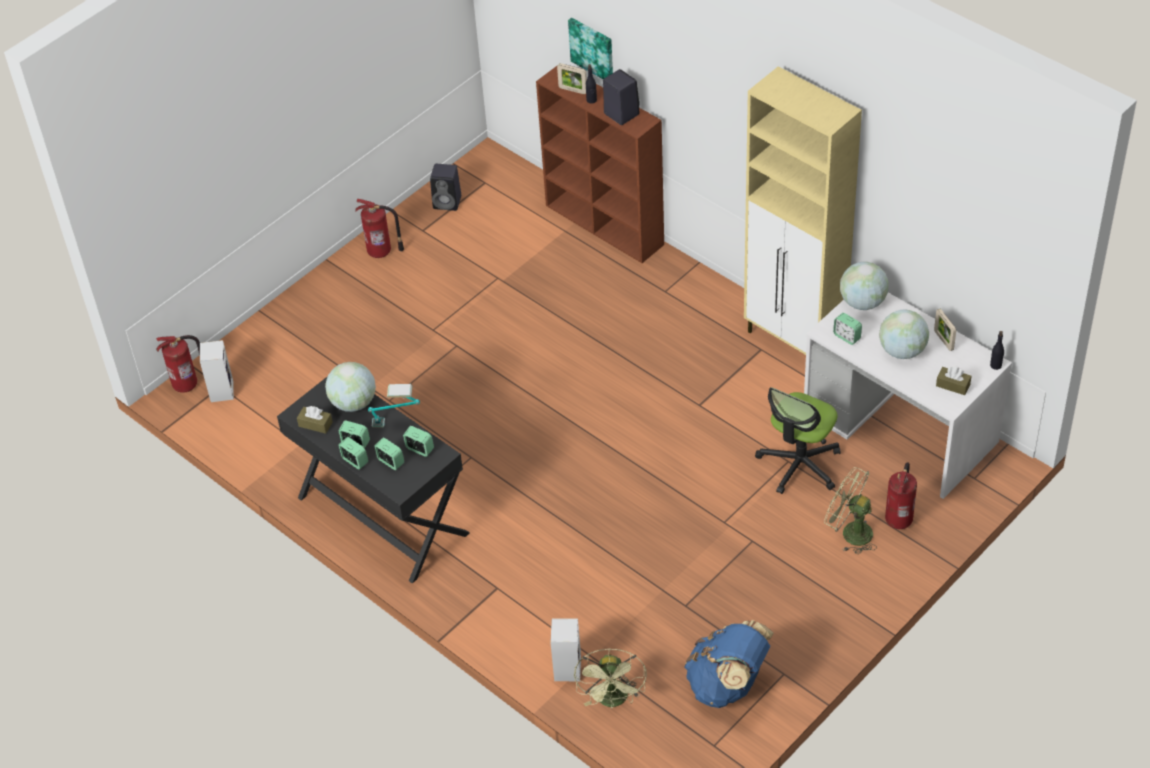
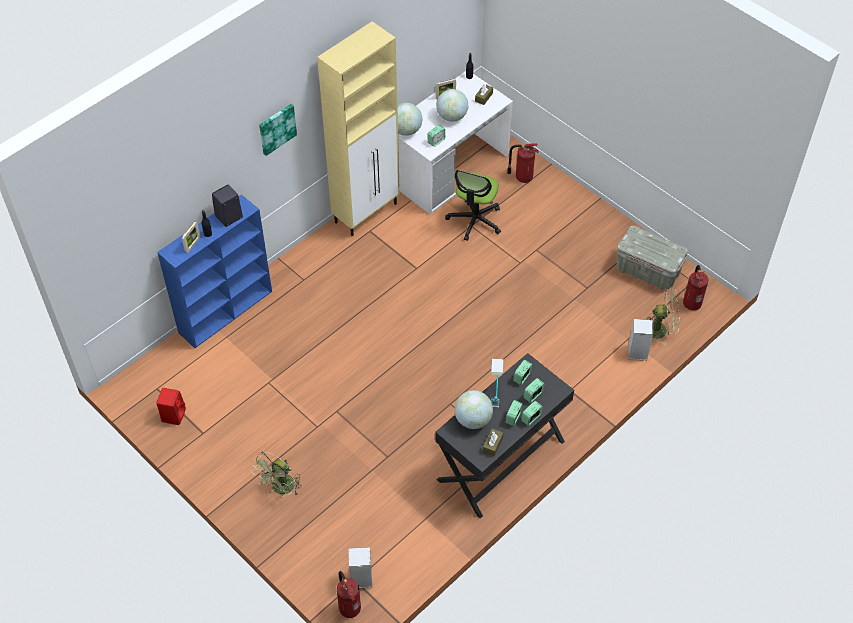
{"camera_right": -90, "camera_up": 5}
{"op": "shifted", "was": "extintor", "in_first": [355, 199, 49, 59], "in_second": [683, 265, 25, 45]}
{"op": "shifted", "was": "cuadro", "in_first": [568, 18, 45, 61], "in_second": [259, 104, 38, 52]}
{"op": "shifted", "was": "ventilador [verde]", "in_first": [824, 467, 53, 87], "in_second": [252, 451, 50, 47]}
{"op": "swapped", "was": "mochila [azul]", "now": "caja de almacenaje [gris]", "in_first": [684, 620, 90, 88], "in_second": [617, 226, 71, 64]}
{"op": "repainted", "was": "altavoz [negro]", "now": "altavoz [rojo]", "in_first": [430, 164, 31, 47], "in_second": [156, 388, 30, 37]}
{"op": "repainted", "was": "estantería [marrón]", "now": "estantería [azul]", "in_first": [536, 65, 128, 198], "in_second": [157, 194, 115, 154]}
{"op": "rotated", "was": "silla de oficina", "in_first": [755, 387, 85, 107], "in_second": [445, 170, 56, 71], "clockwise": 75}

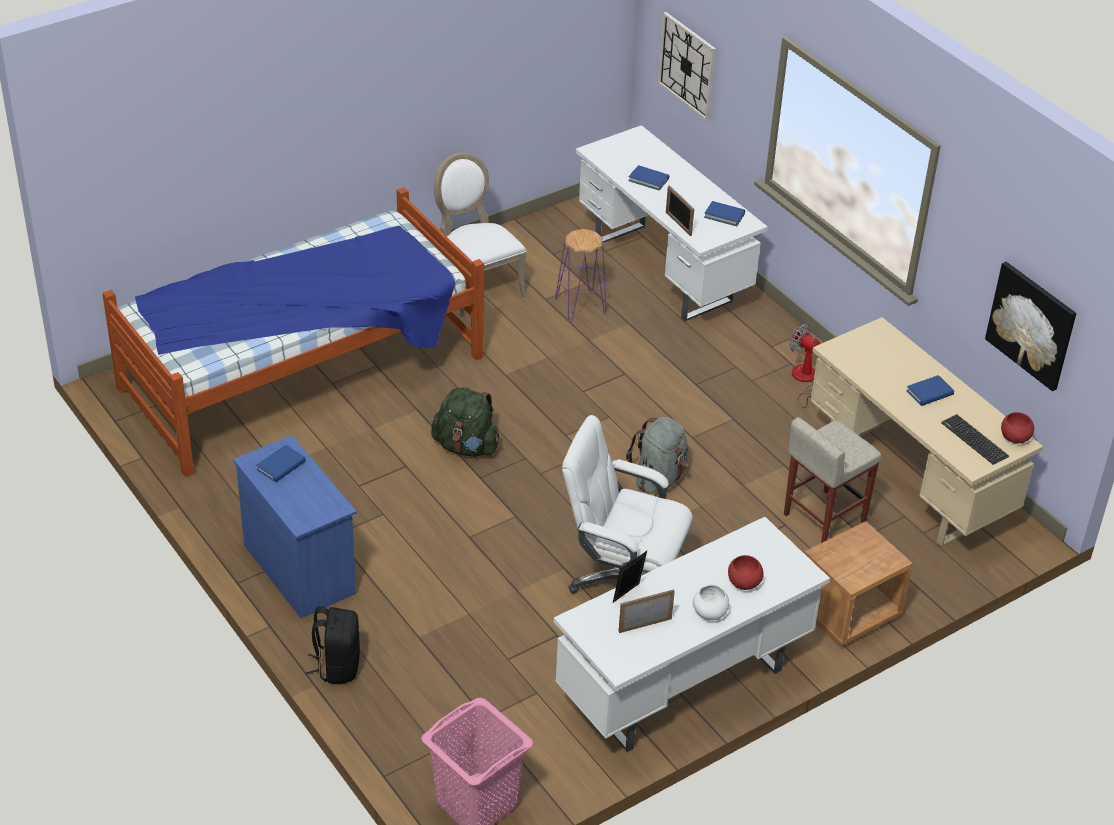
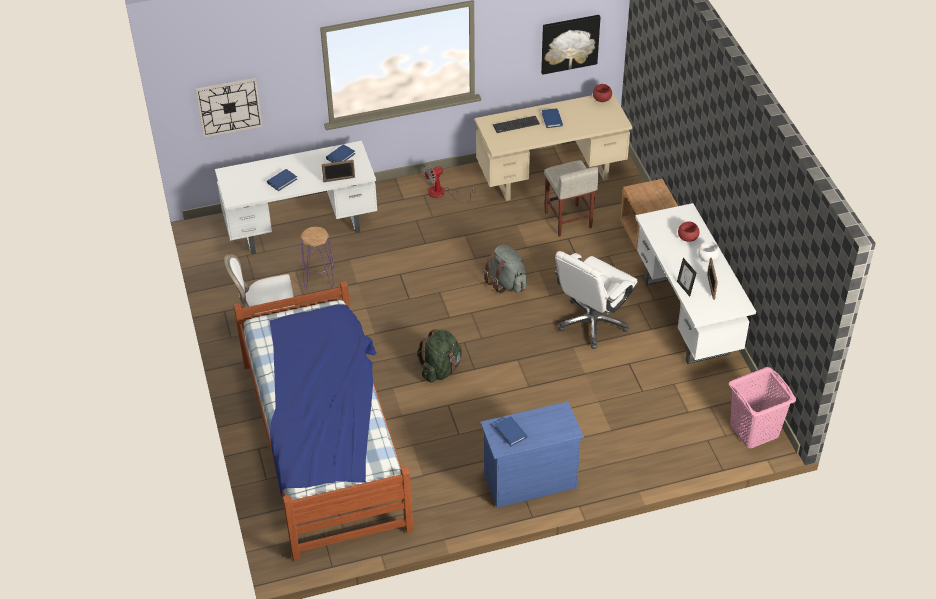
{"camera_right": -70, "camera_up": 5}
{"op": "gone", "was": "mochila [negro]", "in_first": [306, 606, 54, 78]}
{"op": "shifted", "was": "teclado", "in_first": [941, 414, 68, 51], "in_second": [493, 116, 47, 17]}

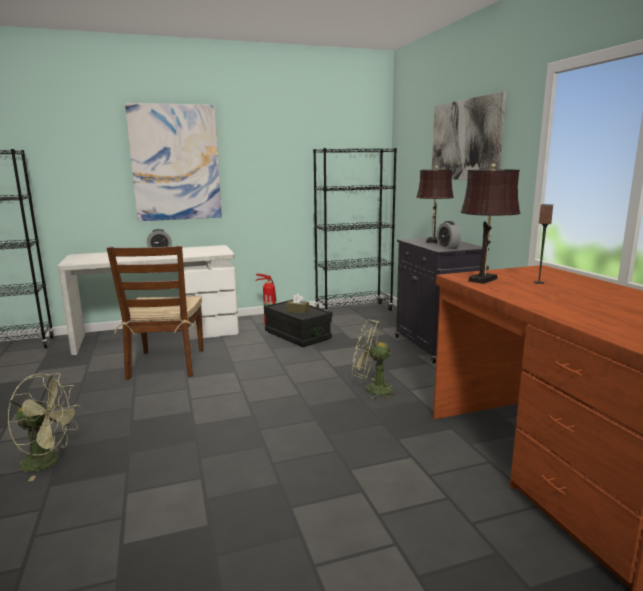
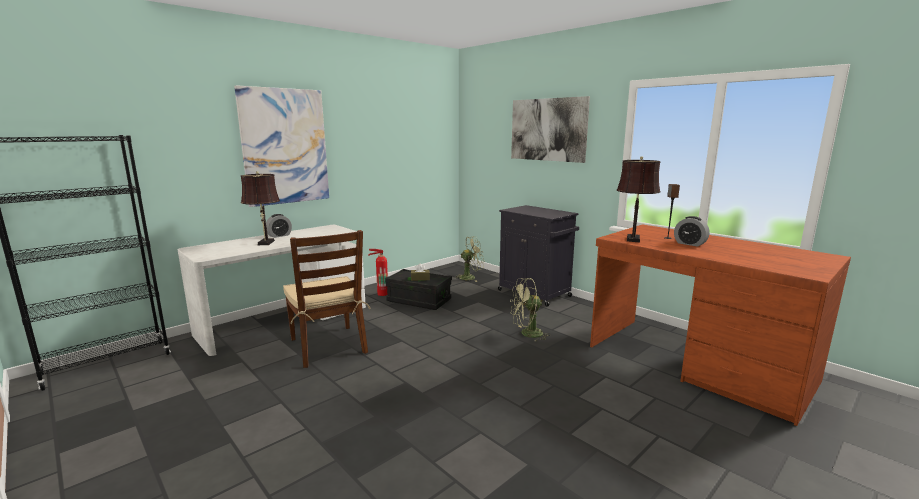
{"camera_right": -25, "camera_up": 0}
{"op": "gone", "was": "estantería [negro]", "in_first": [313, 148, 84, 163]}
{"op": "shifted", "was": "ventilador [verde]", "in_first": [7, 373, 73, 108], "in_second": [455, 236, 29, 46]}
{"op": "shifted", "was": "lámpara de mesa [marrón]", "in_first": [416, 166, 38, 77], "in_second": [241, 171, 39, 74]}
{"op": "shifted", "was": "despertador", "in_first": [437, 221, 24, 28], "in_second": [674, 216, 35, 31]}

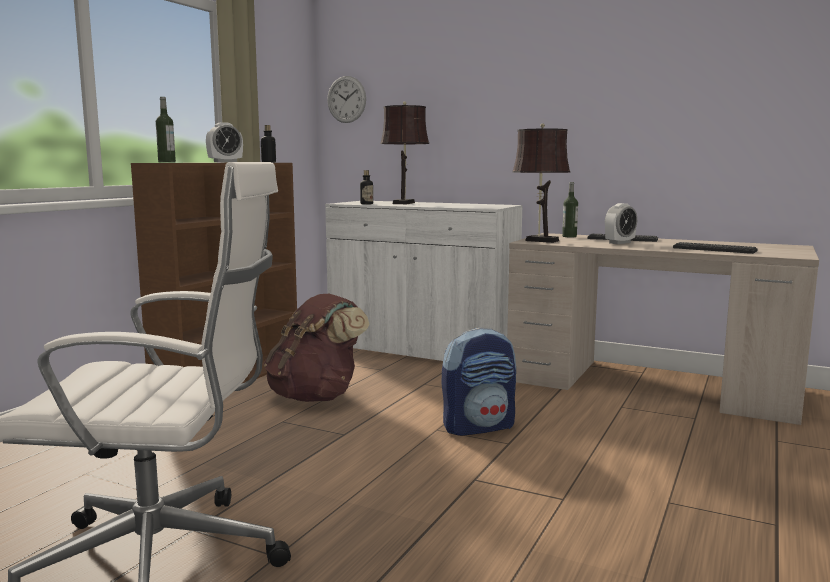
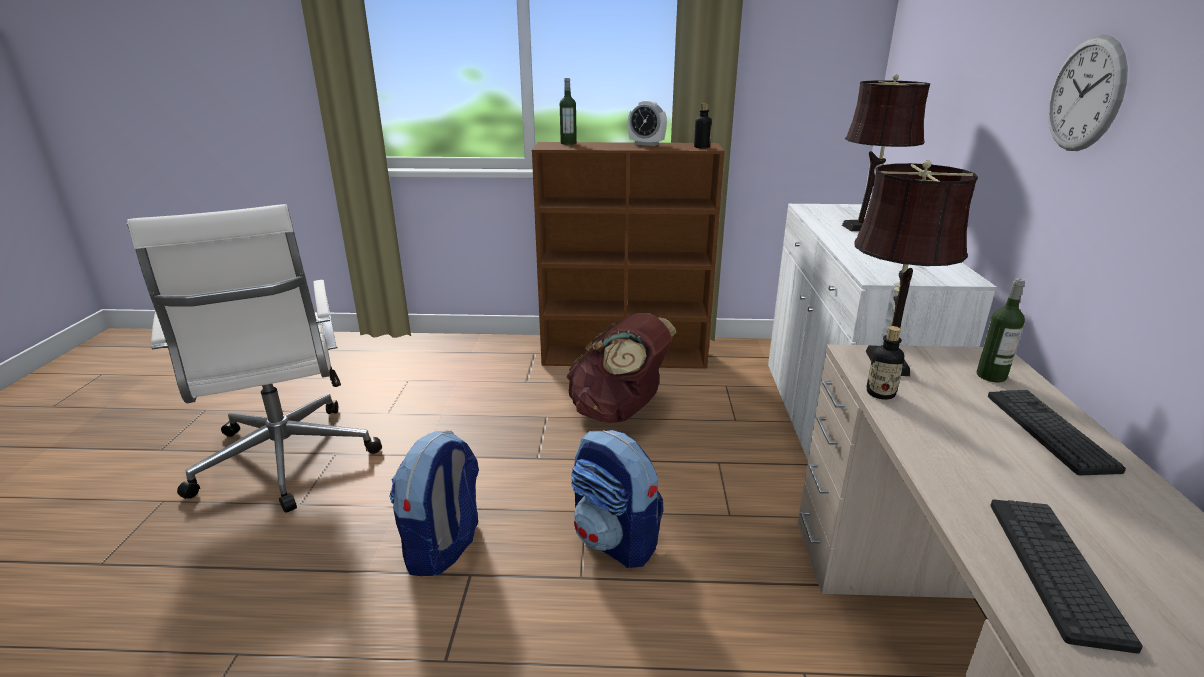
{"camera_right": 65, "camera_up": 15}
{"op": "gone", "was": "despertador", "in_first": [605, 203, 32, 41]}
{"op": "new", "now": "mochila", "in_second": [389, 431, 90, 145]}
{"op": "shifted", "was": "reloj de pared", "in_first": [327, 76, 39, 47], "in_second": [1048, 35, 80, 116]}
{"op": "shifted", "was": "botella", "in_first": [360, 170, 13, 35], "in_second": [866, 326, 38, 74]}

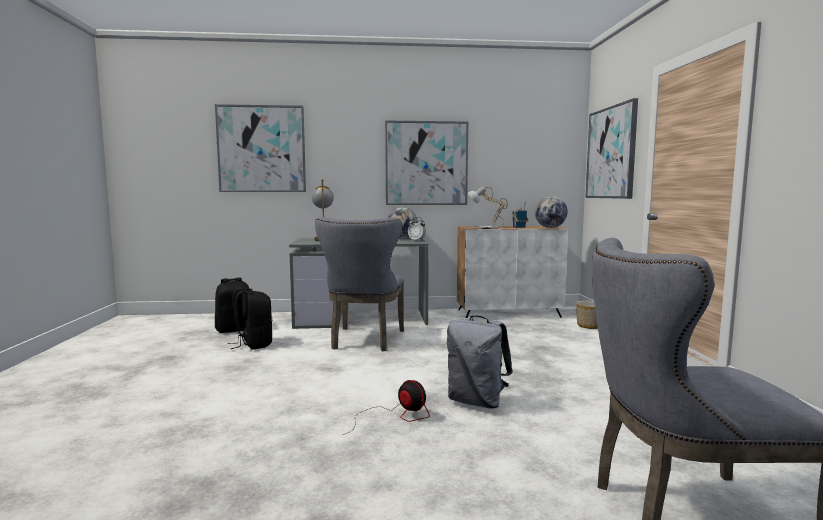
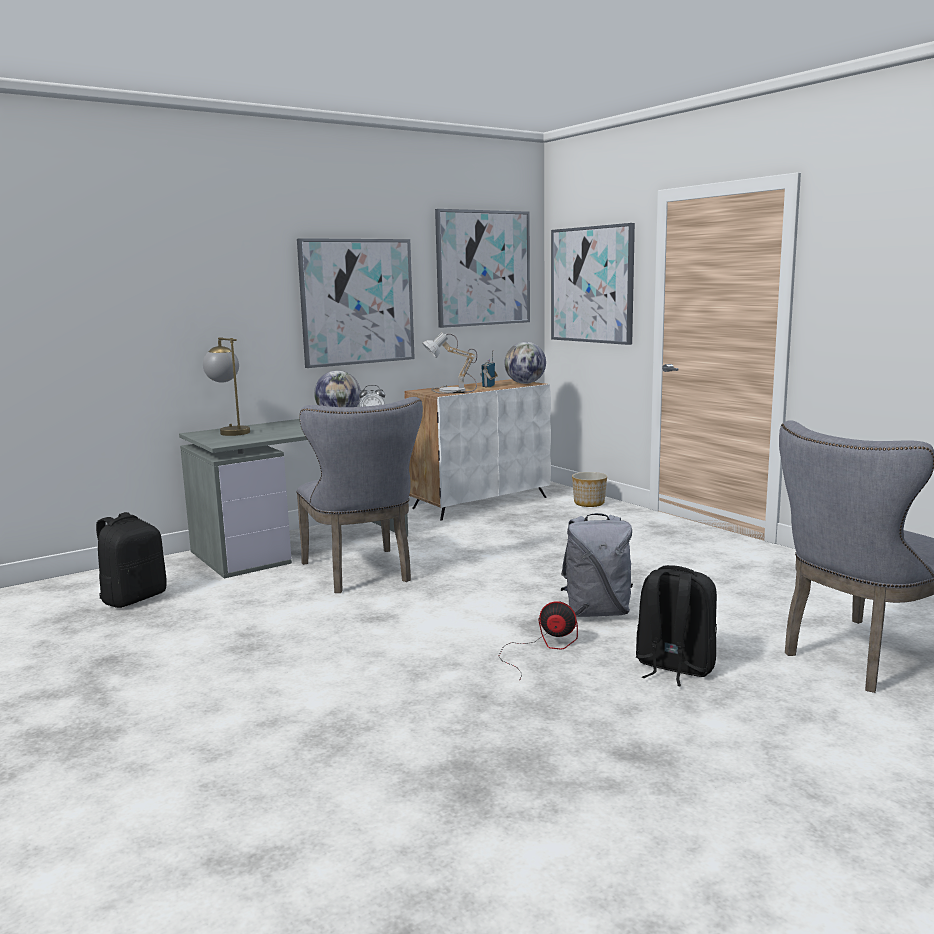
{"camera_right": -30, "camera_up": 5}
{"op": "shifted", "was": "cuadro", "in_first": [215, 104, 91, 88], "in_second": [435, 209, 95, 119]}
{"op": "shifted", "was": "mochila [negro]", "in_first": [228, 288, 44, 62], "in_second": [636, 565, 81, 121]}

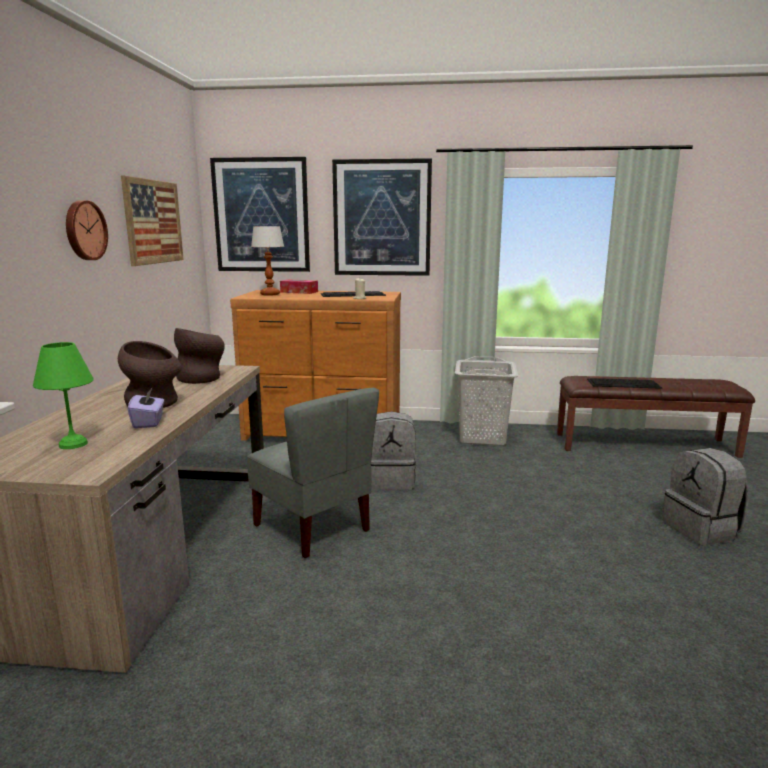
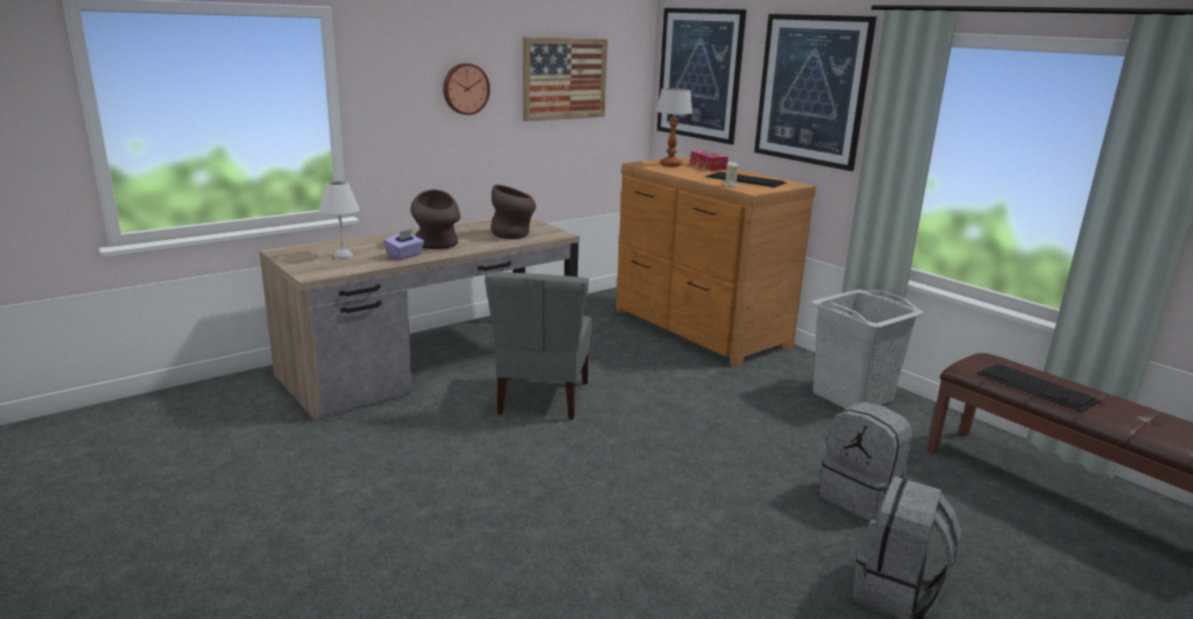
{"camera_right": 45, "camera_up": 5}
{"op": "shifted", "was": "mochila [gris]", "in_first": [371, 411, 45, 79], "in_second": [819, 402, 93, 119]}
{"op": "repainted", "was": "lámpara de mesa [verde]", "now": "lámpara de mesa [blanco]", "in_first": [33, 342, 61, 107], "in_second": [319, 181, 41, 78]}

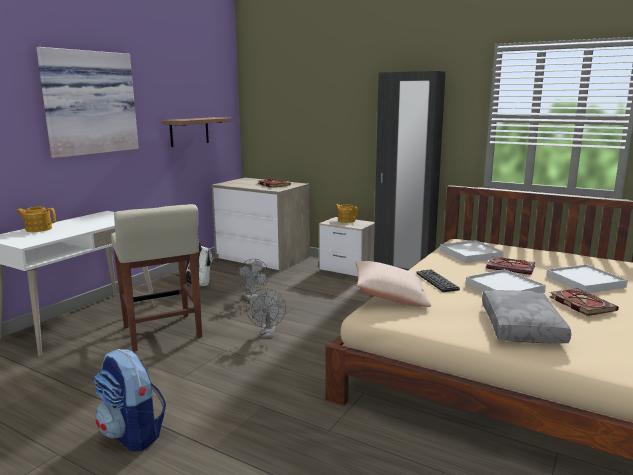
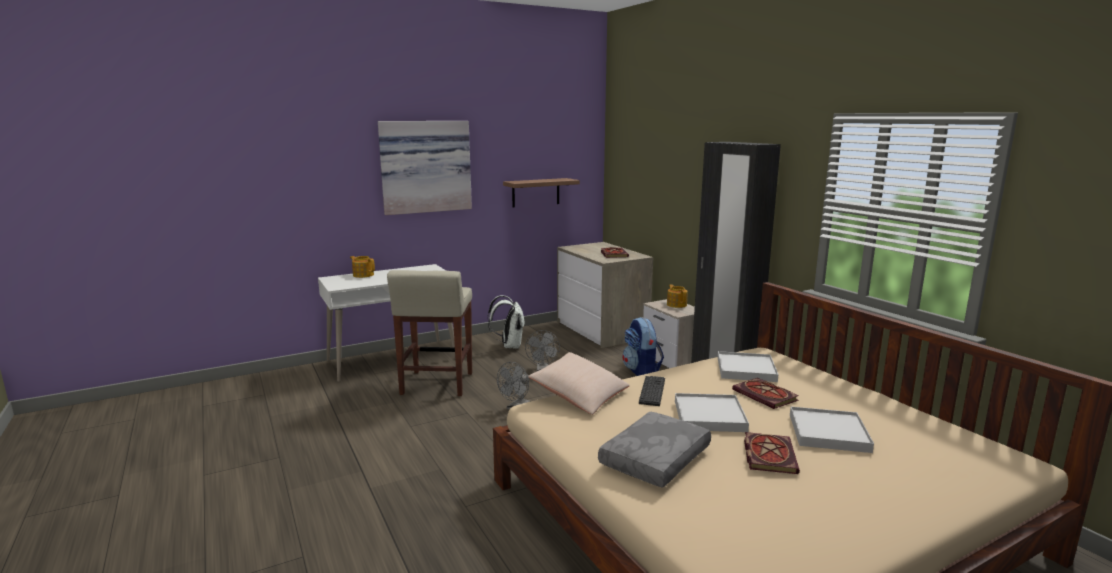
{"camera_right": 30, "camera_up": 0}
{"op": "shifted", "was": "mochila", "in_first": [94, 349, 72, 103], "in_second": [622, 317, 42, 59]}

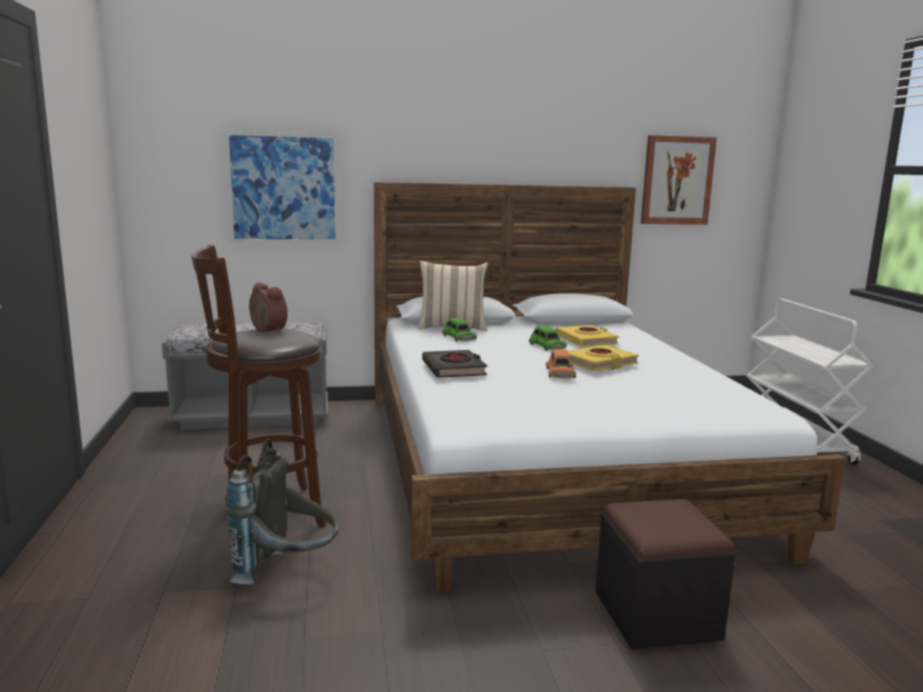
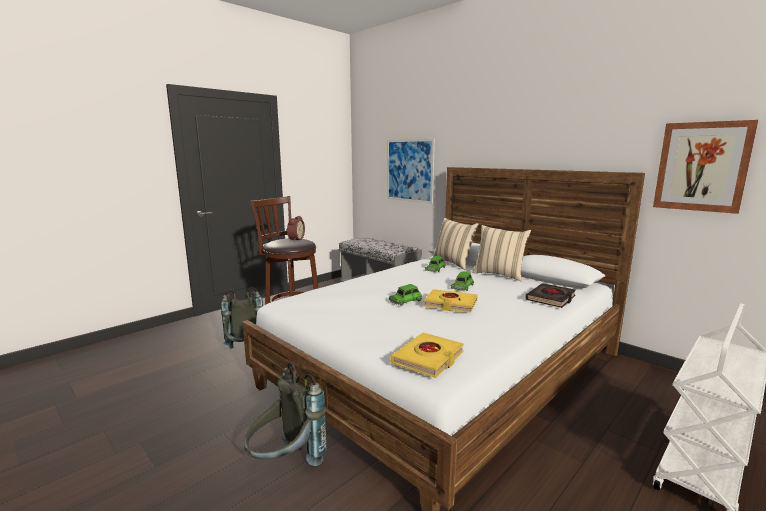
{"camera_right": 55, "camera_up": 0}
{"op": "new", "now": "cojín [beis]", "in_second": [472, 225, 59, 57]}
{"op": "shifted", "was": "libro [negro]", "in_first": [422, 350, 65, 28], "in_second": [525, 283, 51, 25]}
{"op": "shifted", "was": "libro [amarillo]", "in_first": [555, 325, 64, 22], "in_second": [391, 333, 73, 45]}
{"op": "swapped", "was": "puf [negro]", "now": "mochila [gris]", "in_first": [595, 499, 141, 150], "in_second": [244, 362, 83, 104]}
{"op": "repainted", "was": "coche de juguete [naranja]", "now": "coche de juguete [verde]", "in_first": [546, 349, 30, 29], "in_second": [389, 284, 33, 22]}

